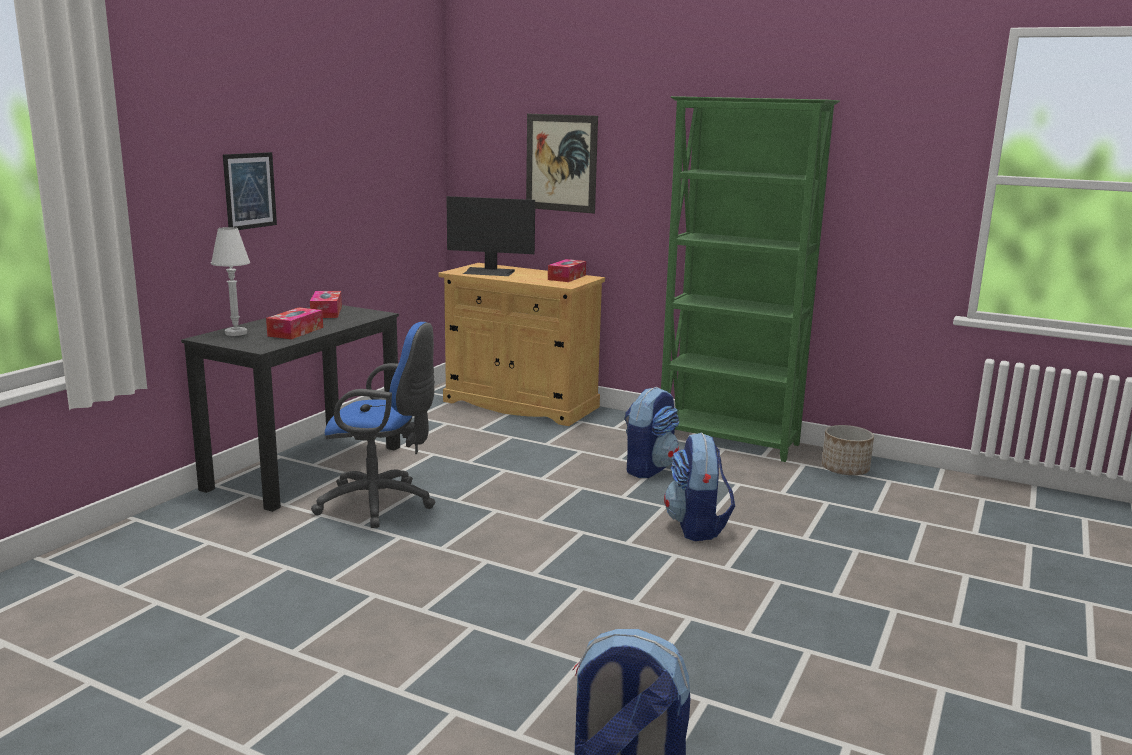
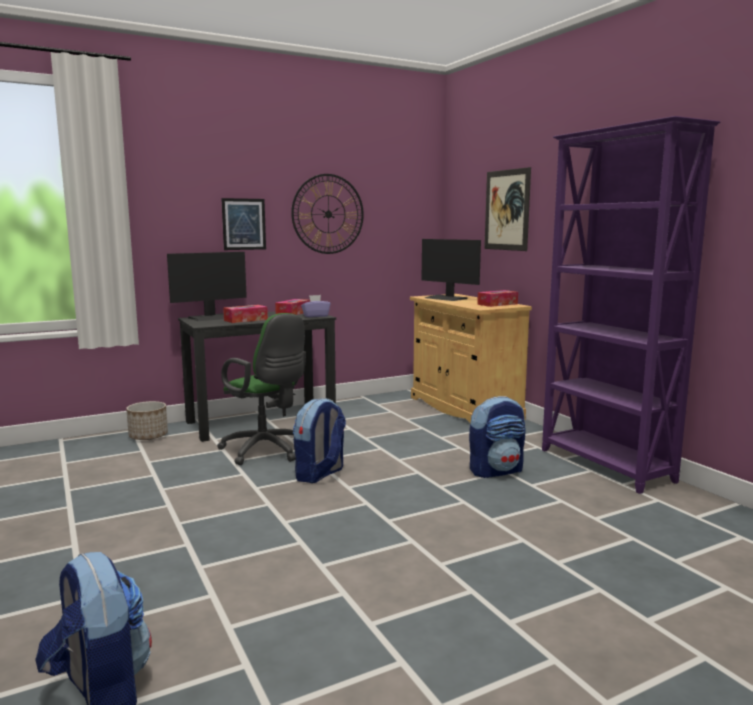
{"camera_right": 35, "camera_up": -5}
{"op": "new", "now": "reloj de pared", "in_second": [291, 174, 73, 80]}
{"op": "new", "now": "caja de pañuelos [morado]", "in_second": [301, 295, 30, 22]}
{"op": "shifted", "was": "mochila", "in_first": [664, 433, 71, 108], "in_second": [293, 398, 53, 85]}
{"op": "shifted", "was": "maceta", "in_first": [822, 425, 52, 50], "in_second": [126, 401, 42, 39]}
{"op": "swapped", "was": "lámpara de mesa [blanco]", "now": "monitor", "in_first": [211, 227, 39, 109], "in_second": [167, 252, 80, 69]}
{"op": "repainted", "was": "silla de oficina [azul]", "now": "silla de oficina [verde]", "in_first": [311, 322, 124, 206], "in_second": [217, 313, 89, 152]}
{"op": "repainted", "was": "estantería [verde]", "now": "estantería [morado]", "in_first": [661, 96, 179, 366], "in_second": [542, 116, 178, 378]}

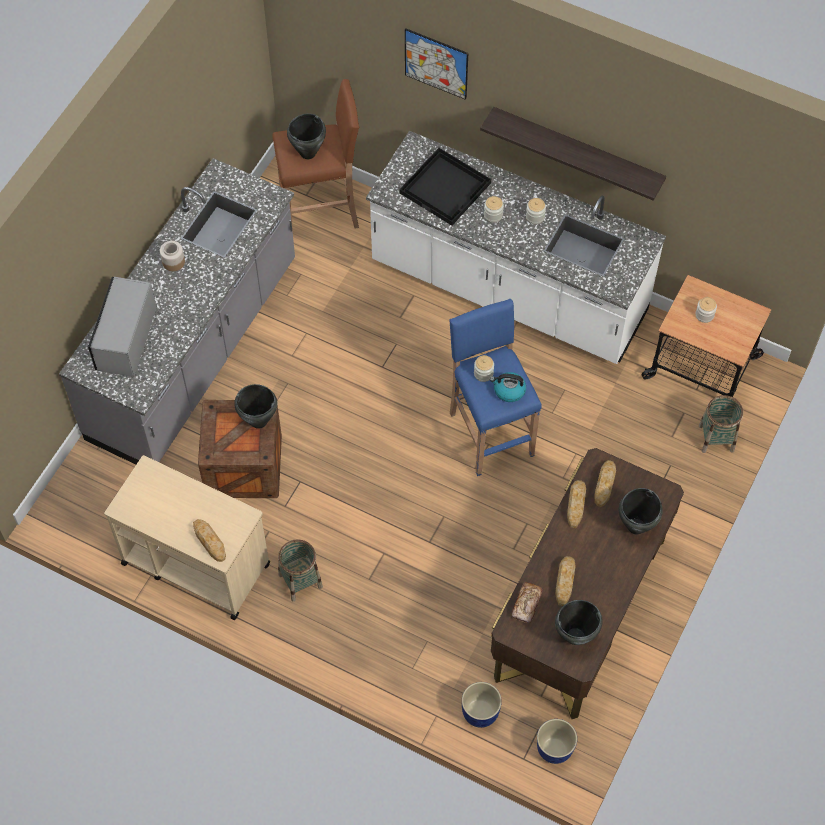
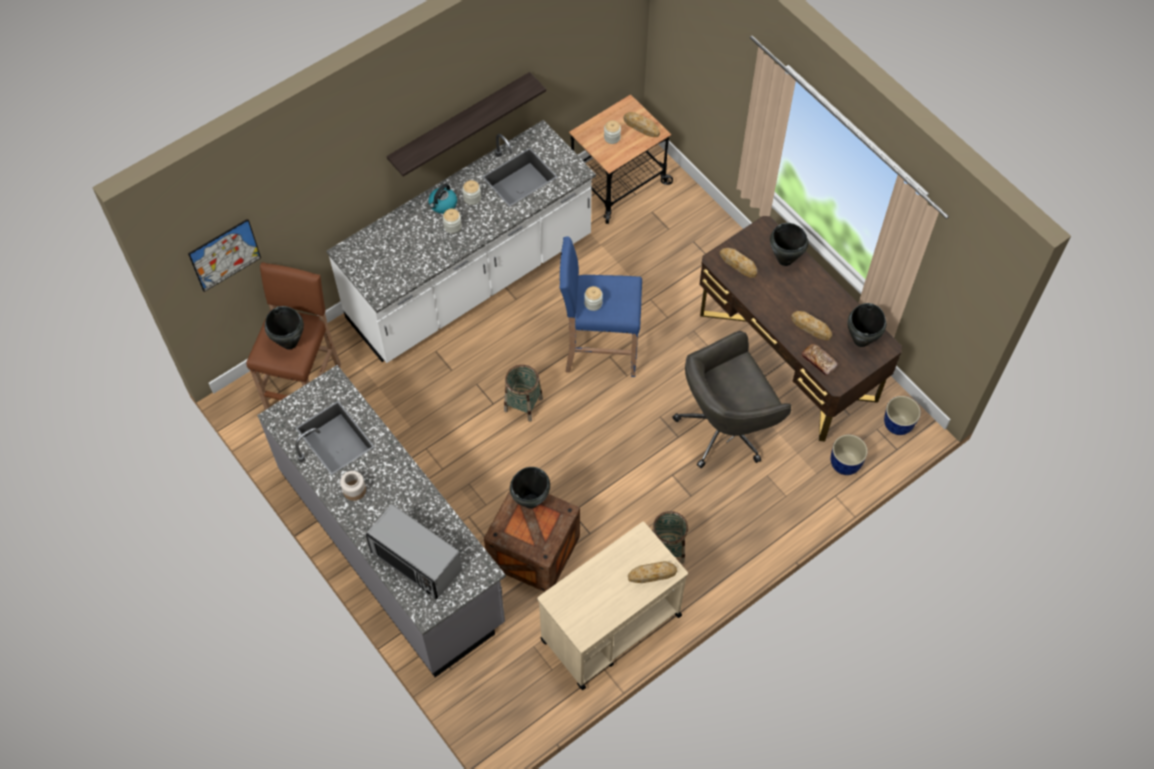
{"camera_right": -65, "camera_up": 0}
{"op": "gone", "was": "bandeja [negro]", "in_first": [399, 148, 92, 78]}
{"op": "new", "now": "silla de oficina [gris]", "in_second": [672, 331, 120, 137]}
{"op": "shifted", "was": "cuadro", "in_first": [405, 28, 63, 72], "in_second": [188, 219, 73, 73]}
{"op": "shifted", "was": "hervidor", "in_first": [490, 372, 36, 30], "in_second": [429, 184, 28, 30]}
{"op": "shifted", "was": "pan", "in_first": [567, 480, 19, 48], "in_second": [623, 112, 37, 25]}
{"op": "shifted", "was": "cesta", "in_first": [699, 395, 44, 58], "in_second": [504, 365, 39, 57]}

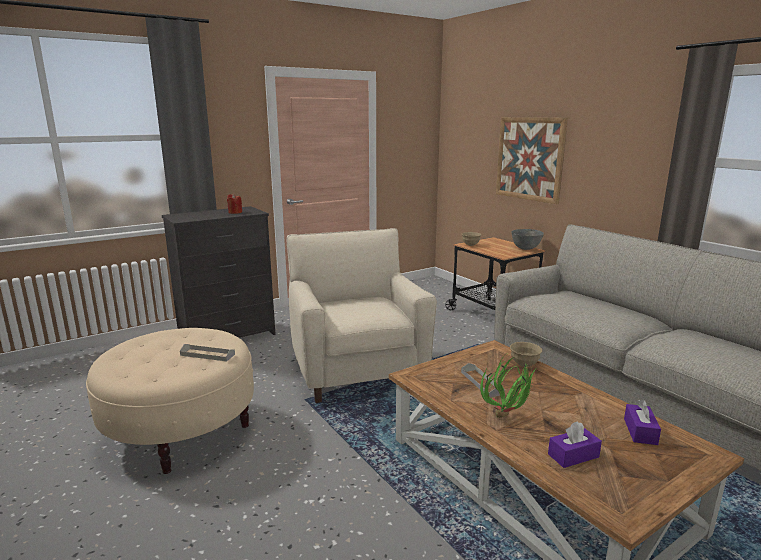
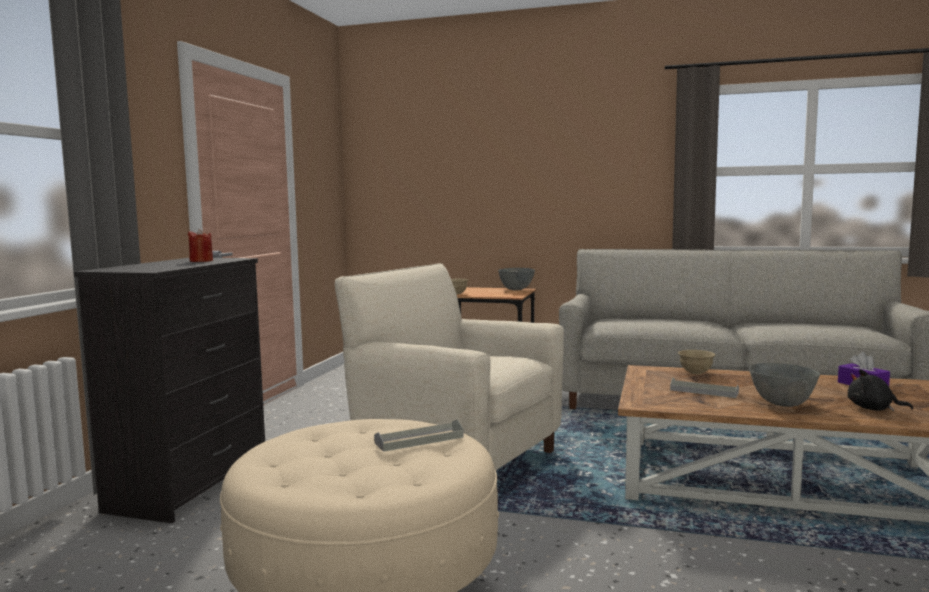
{"camera_right": -40, "camera_up": -10}
{"op": "gone", "was": "cuadro", "in_first": [496, 117, 72, 87]}
{"op": "swapped", "was": "planta en maceta", "now": "cuenco [gris]", "in_first": [480, 357, 57, 61], "in_second": [749, 363, 71, 44]}
{"op": "swapped", "was": "caja de pañuelos [morado]", "now": "peluche [negro]", "in_first": [548, 421, 54, 47], "in_second": [848, 369, 65, 42]}

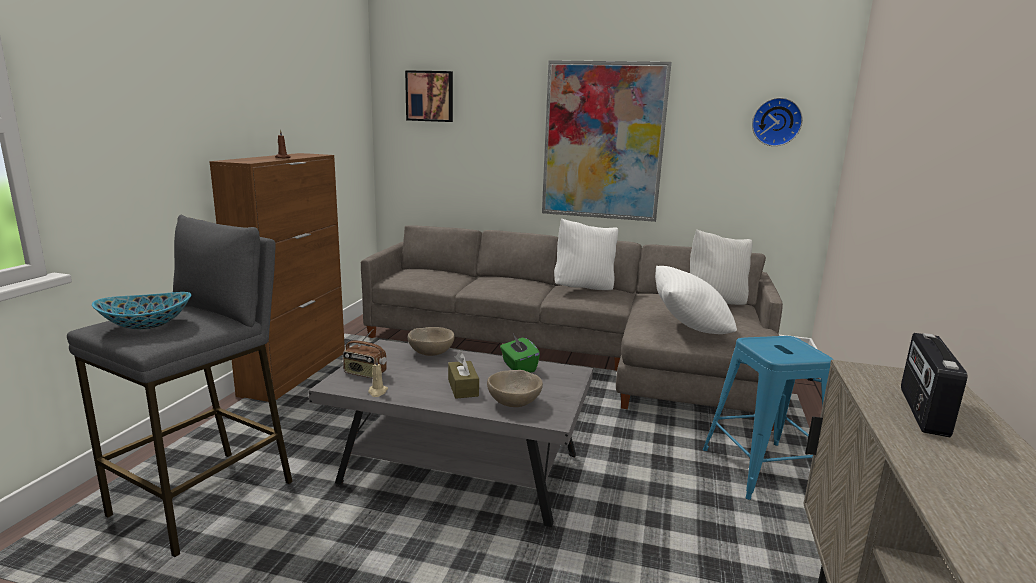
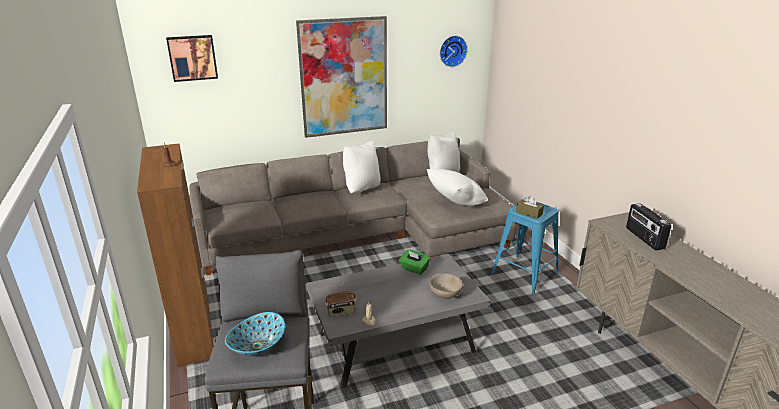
{"camera_right": -35, "camera_up": 10}
{"op": "gone", "was": "cuenco [beis]", "in_first": [408, 327, 46, 29]}
{"op": "shifted", "was": "caja de pañuelos [marrón]", "in_first": [448, 352, 31, 47], "in_second": [516, 195, 28, 24]}

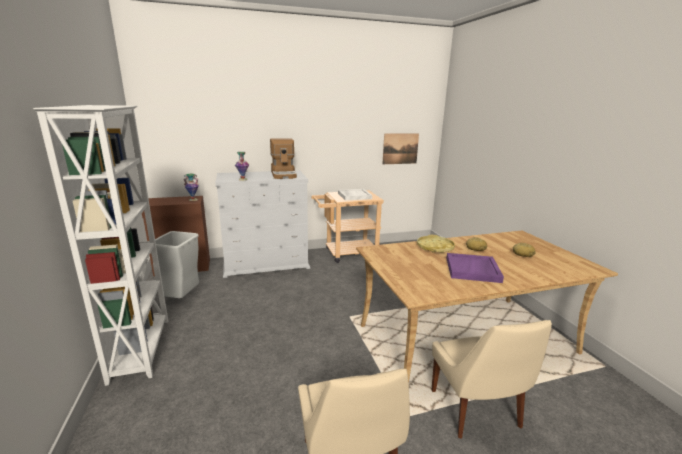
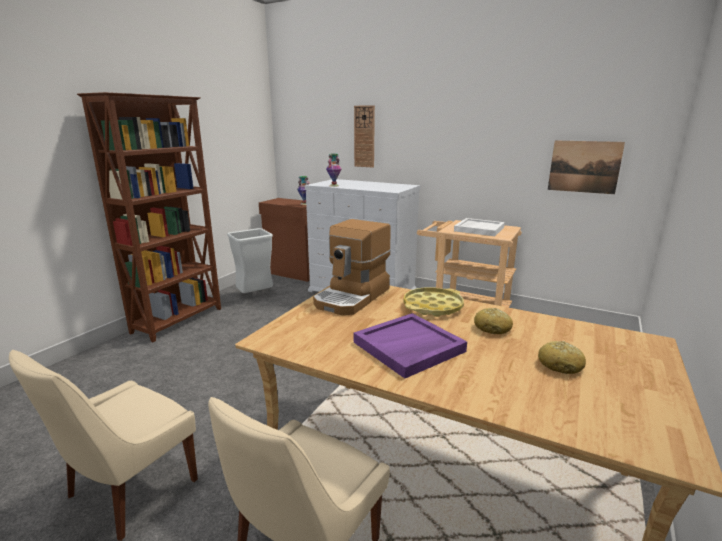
{"camera_right": 45, "camera_up": 0}
{"op": "new", "now": "reloj de pared", "in_second": [354, 105, 21, 63]}
{"op": "shifted", "was": "cafetera", "in_first": [270, 138, 27, 41], "in_second": [313, 219, 78, 96]}
{"op": "repainted", "was": "estantería [blanco]", "now": "estantería [marrón]", "in_first": [33, 105, 135, 281], "in_second": [77, 92, 144, 250]}

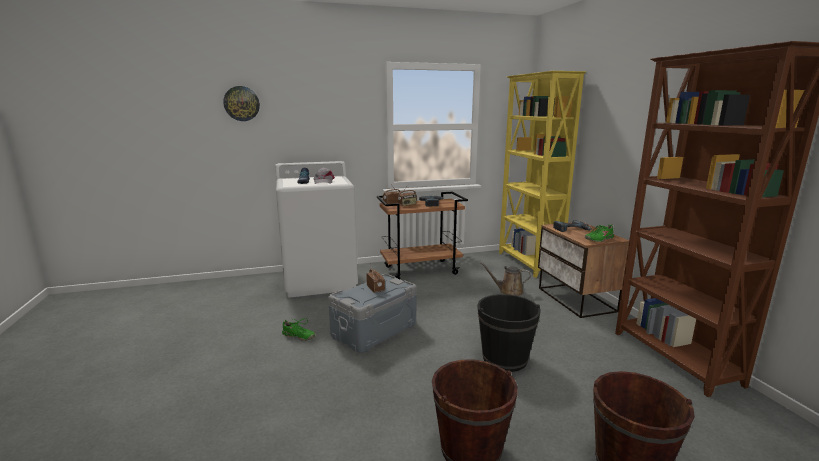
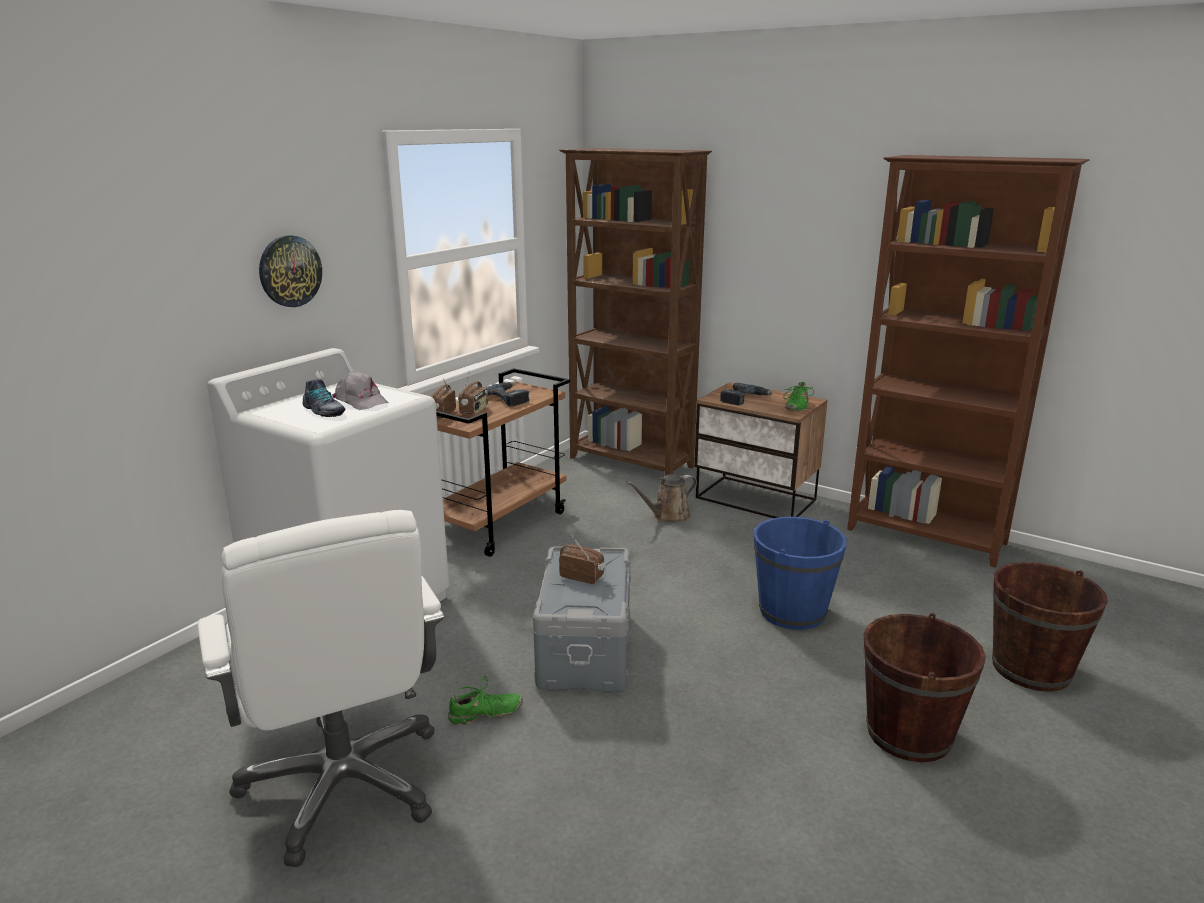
{"camera_right": -40, "camera_up": 5}
{"op": "new", "now": "silla de oficina [blanco]", "in_second": [198, 510, 247, 357]}
{"op": "shifted", "was": "reloj de pared", "in_first": [223, 86, 37, 35], "in_second": [259, 235, 63, 72]}
{"op": "repainted", "was": "cubo [negro]", "now": "cubo [azul]", "in_first": [477, 294, 64, 78], "in_second": [753, 517, 94, 113]}
{"op": "repainted", "was": "estantería [amarillo]", "now": "estantería [marrón]", "in_first": [499, 71, 87, 207], "in_second": [559, 148, 153, 328]}

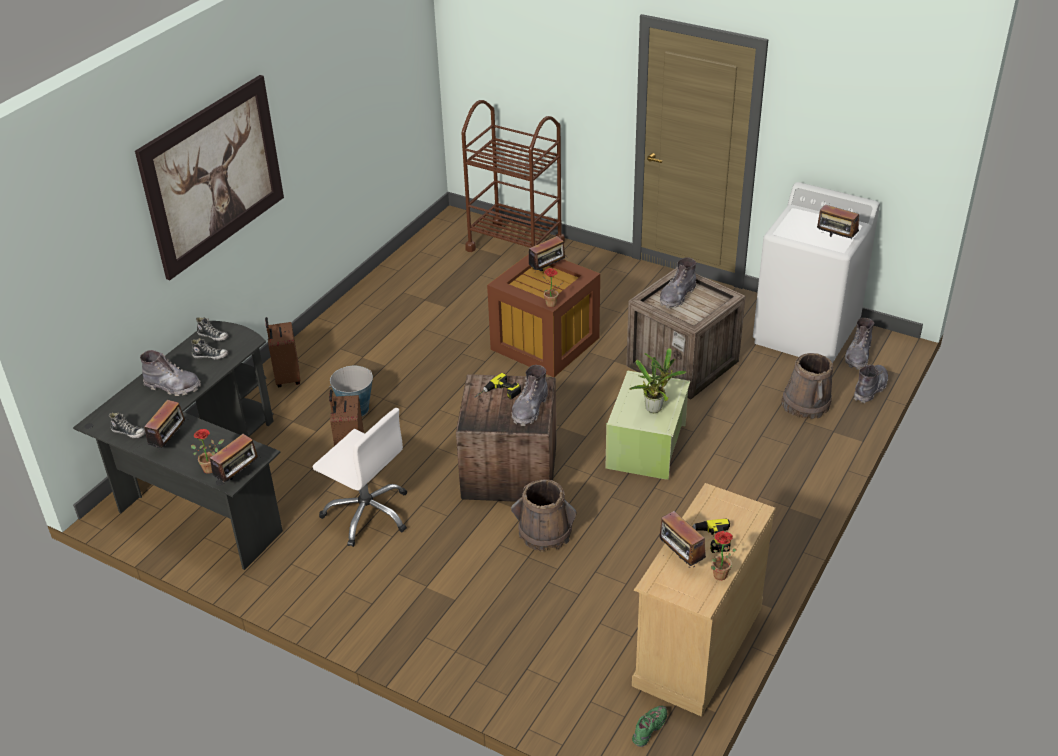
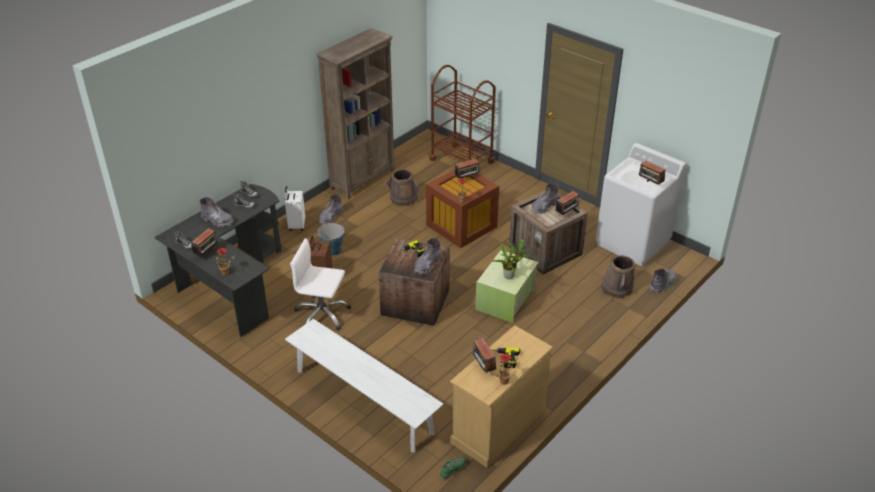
{"camera_right": 10, "camera_up": 0}
{"op": "gone", "was": "cuadro", "in_first": [135, 75, 149, 205]}
{"op": "new", "now": "banco [blanco]", "in_second": [285, 319, 158, 133]}
{"op": "new", "now": "estantería [marrón]", "in_second": [316, 28, 79, 171]}
{"op": "shifted", "was": "radio", "in_first": [210, 434, 51, 48], "in_second": [556, 191, 23, 24]}
{"op": "shifted", "was": "cubo [marrón]", "in_first": [511, 479, 66, 73], "in_second": [387, 169, 32, 37]}
{"op": "shifted", "was": "bota [gris]", "in_first": [845, 318, 29, 52], "in_second": [319, 194, 24, 31]}
{"op": "repainted", "was": "maleta [marrón]", "now": "maleta [blanco]", "in_first": [265, 317, 36, 70], "in_second": [285, 186, 20, 45]}
{"op": "rotated", "was": "silla de oficina [blanco]", "in_first": [313, 408, 94, 139], "in_second": [290, 238, 61, 93], "clockwise": 150}

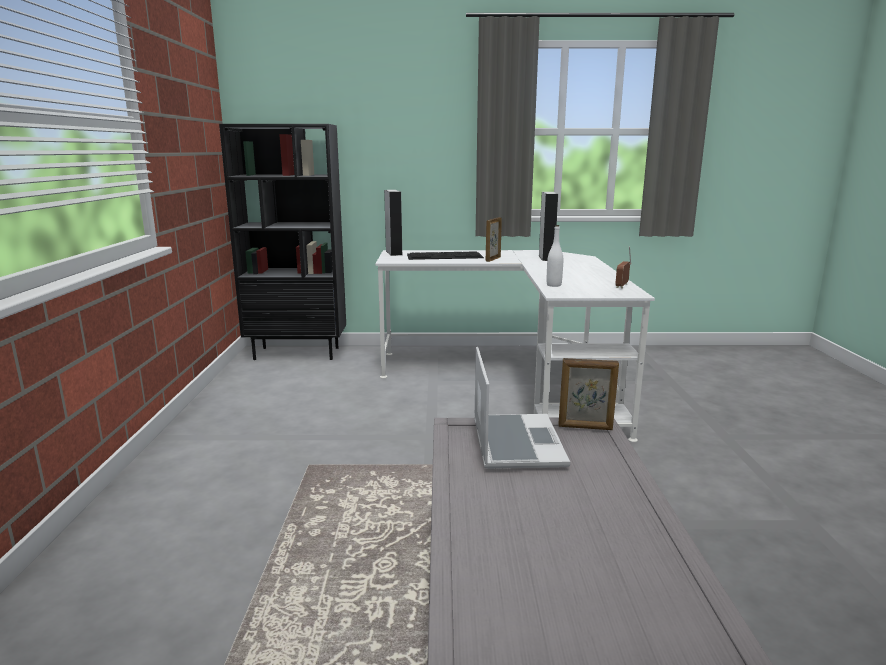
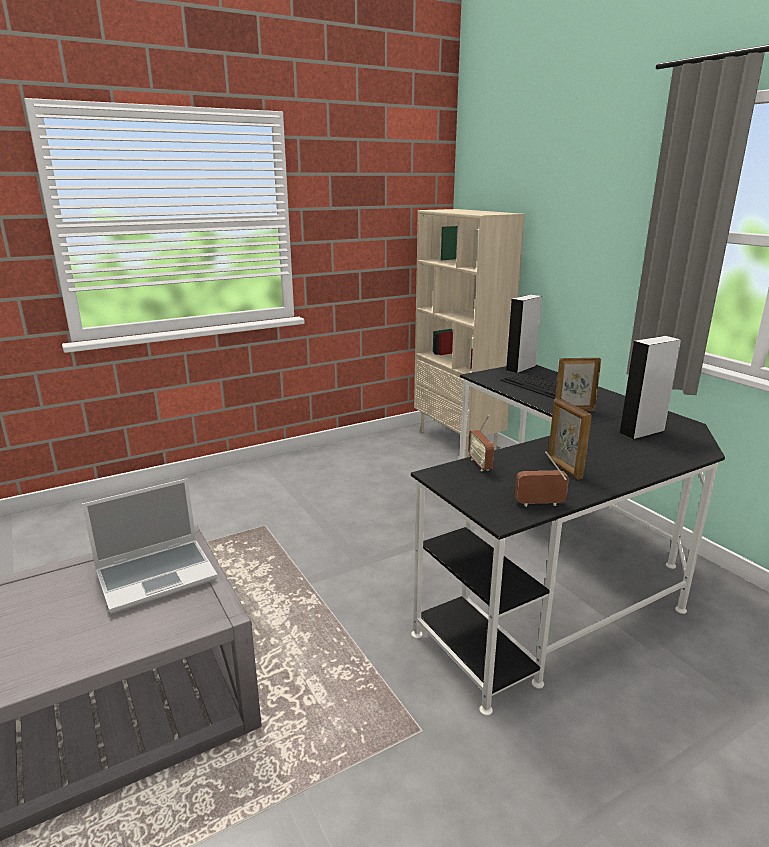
{"camera_right": 60, "camera_up": 5}
{"op": "shifted", "was": "portarretratos", "in_first": [558, 358, 61, 72], "in_second": [547, 398, 45, 81]}
{"op": "swapped", "was": "botella [blanco]", "now": "radio", "in_first": [547, 225, 16, 62], "in_second": [468, 415, 26, 56]}
{"op": "repainted", "was": "estantería [negro]", "now": "estantería [beis]", "in_first": [219, 124, 127, 236], "in_second": [414, 209, 111, 249]}
{"op": "repainted", "was": "escritorio [blanco]", "now": "escritorio [negro]", "in_first": [375, 250, 280, 192], "in_second": [411, 365, 314, 351]}

